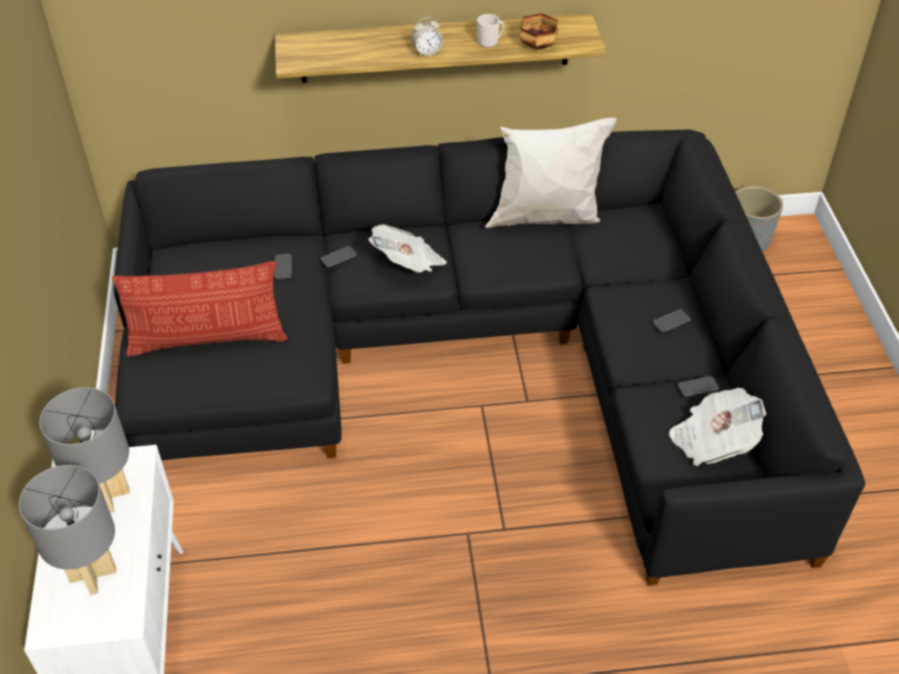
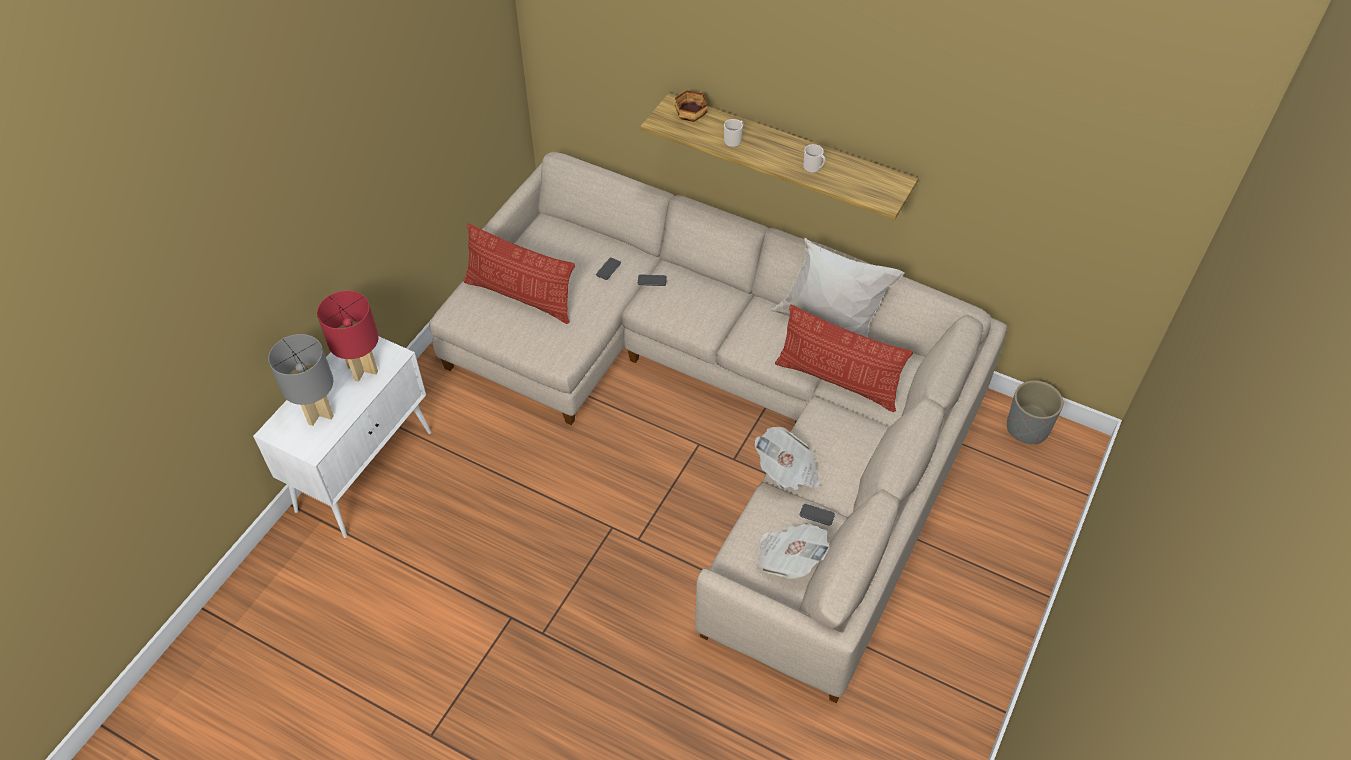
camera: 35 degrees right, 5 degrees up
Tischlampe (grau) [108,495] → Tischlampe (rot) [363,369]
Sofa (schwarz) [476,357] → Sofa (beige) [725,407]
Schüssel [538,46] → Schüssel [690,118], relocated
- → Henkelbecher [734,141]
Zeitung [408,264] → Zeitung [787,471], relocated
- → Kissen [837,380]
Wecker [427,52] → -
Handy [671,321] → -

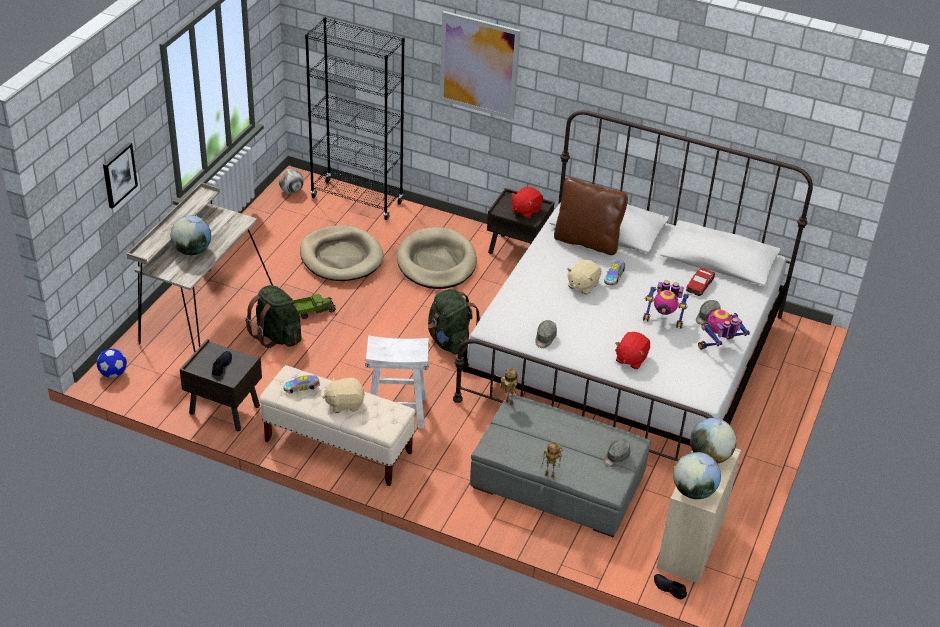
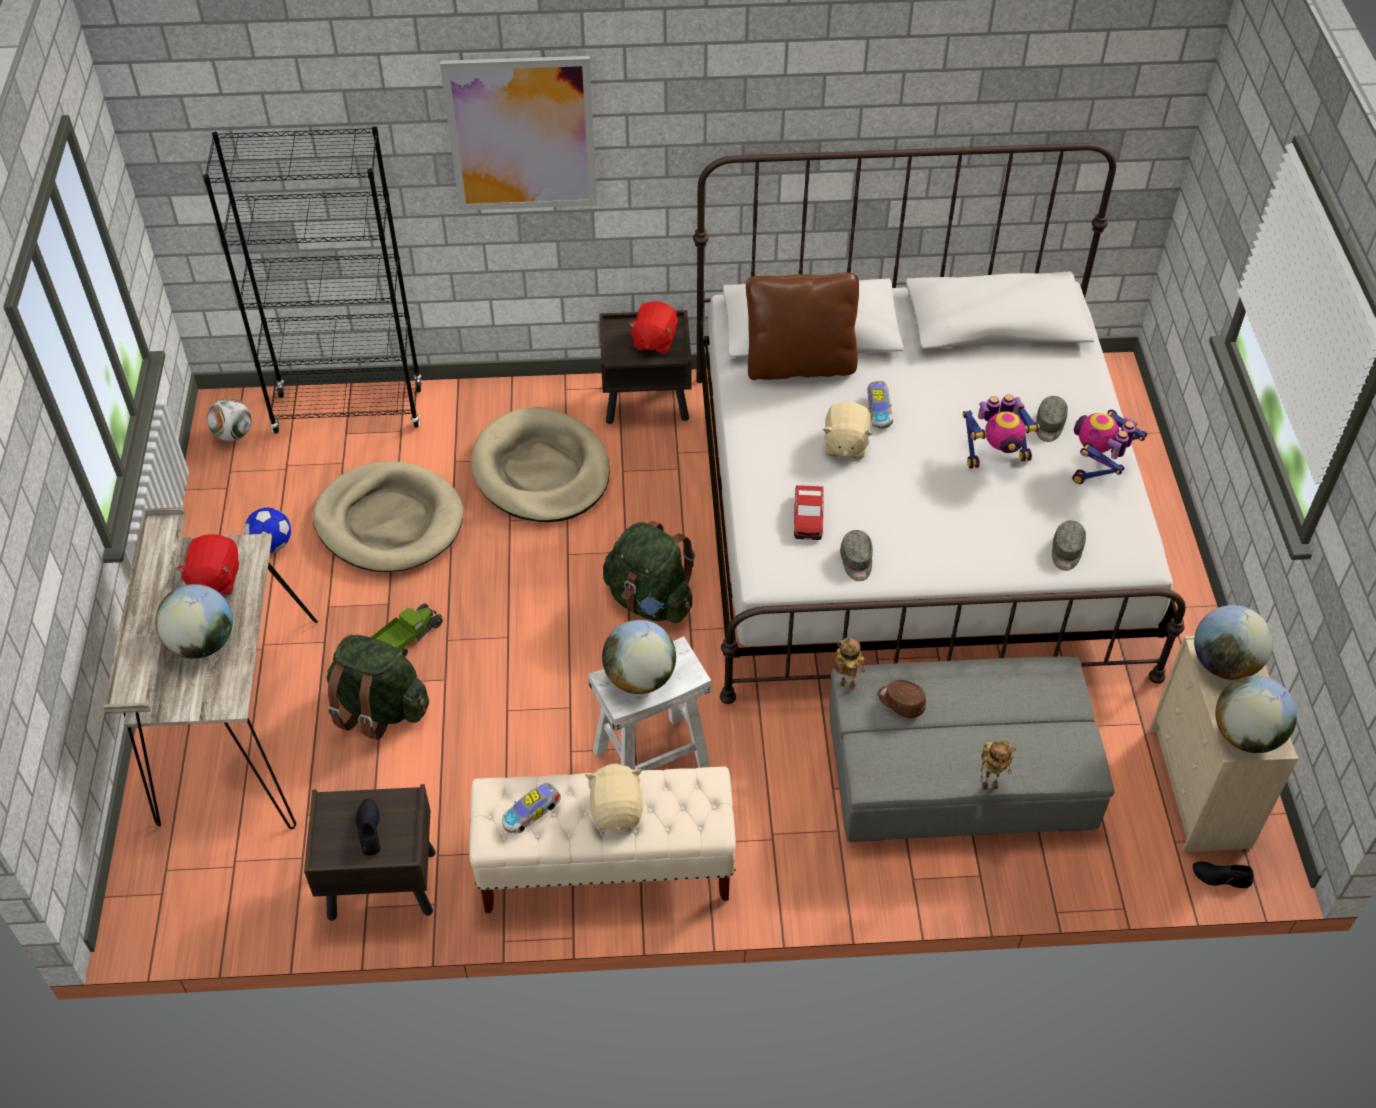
camera: 25 degrees left, 10 degrees up
Plüschtier (rot) [631,359] → Plüschtier (rot) [215,579], relocated
Fußball [113,374] → Fußball [272,544], relocated
Plüschtier (beige) [344,404] → Plüschtier (beige) [617,810], 120 degrees clockwise
- → Globus [640,678]
Spielzeugauto [699,285] → Spielzeugauto [808,517], relocated
- → Kappe (braun) [900,702]
Kappe (grau) [616,457] → Kappe (grau) [1066,552], relocated
Bild [119,174] → -

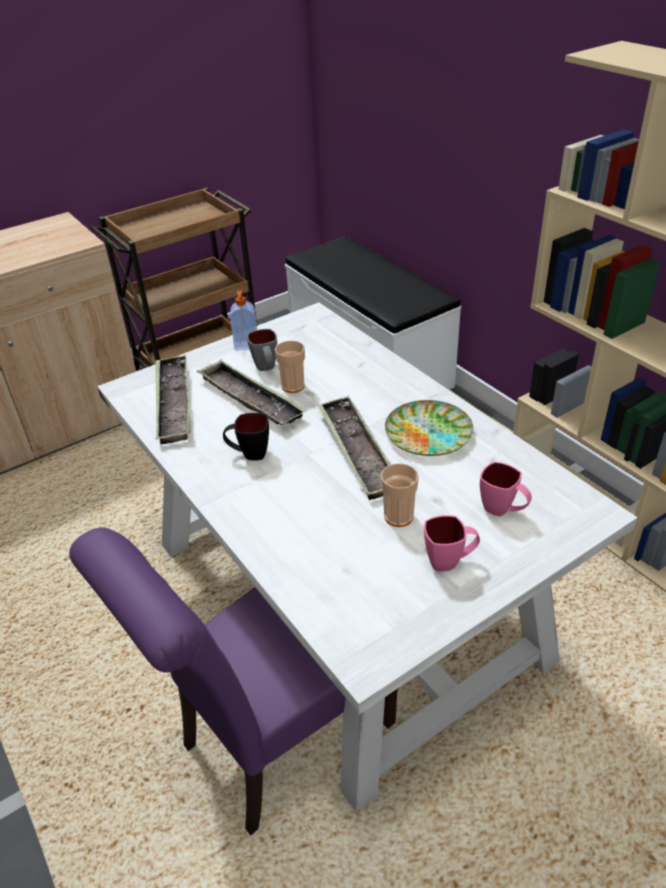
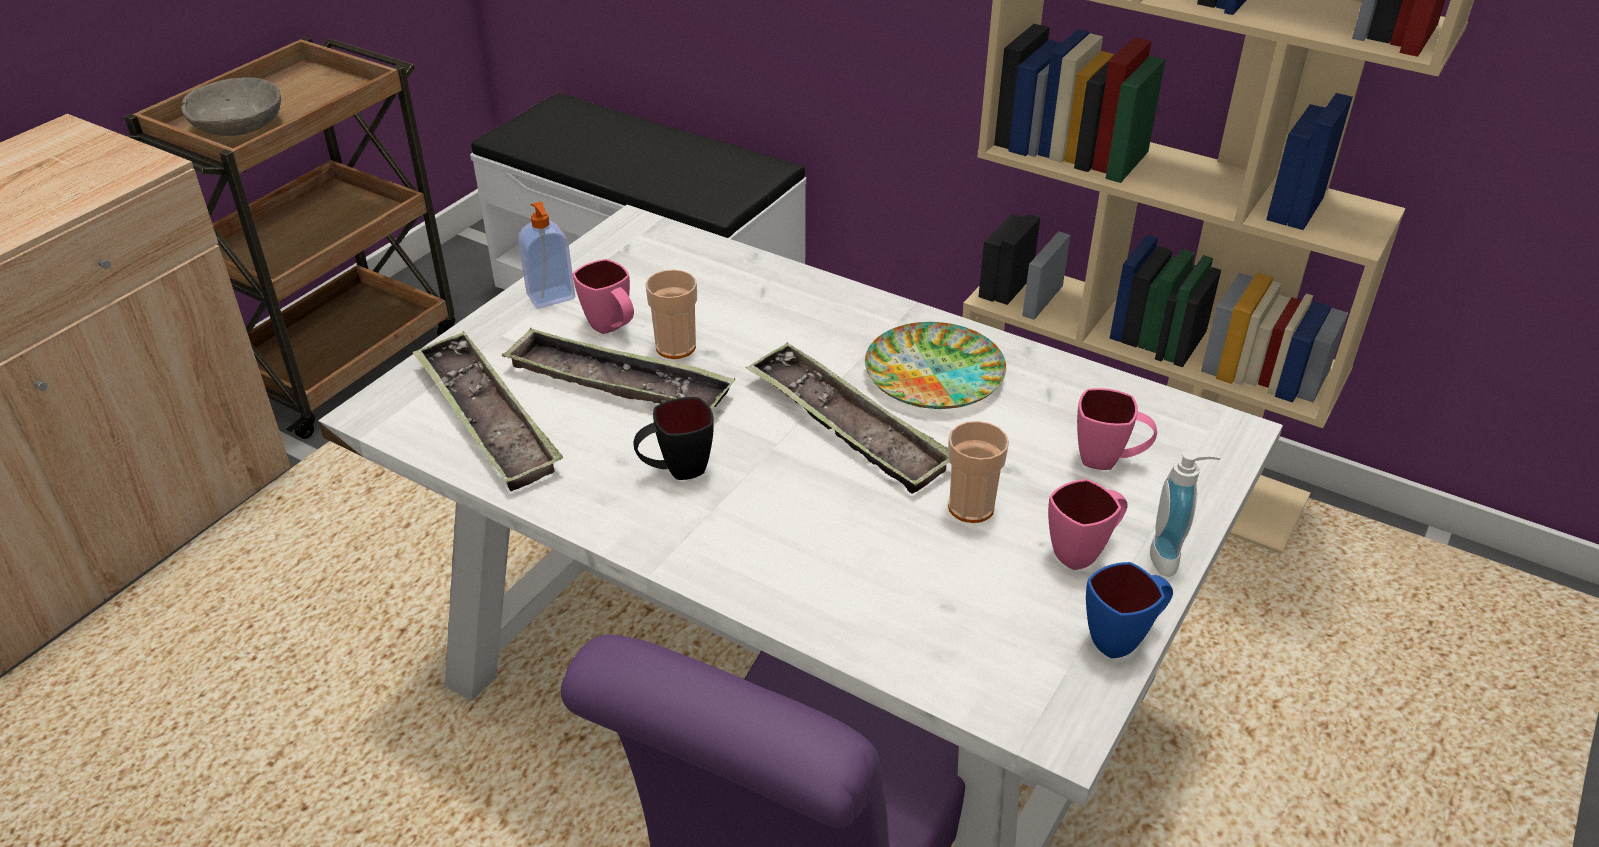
camera: 25 degrees left, 0 degrees up
- → Schüssel (grau) [239,127]
Henkelbecher (grau) [266,369] → Henkelbecher (rosa) [612,328]
- → Henkelbecher (blau) [1124,638]
- → Seifenspender [1171,557]

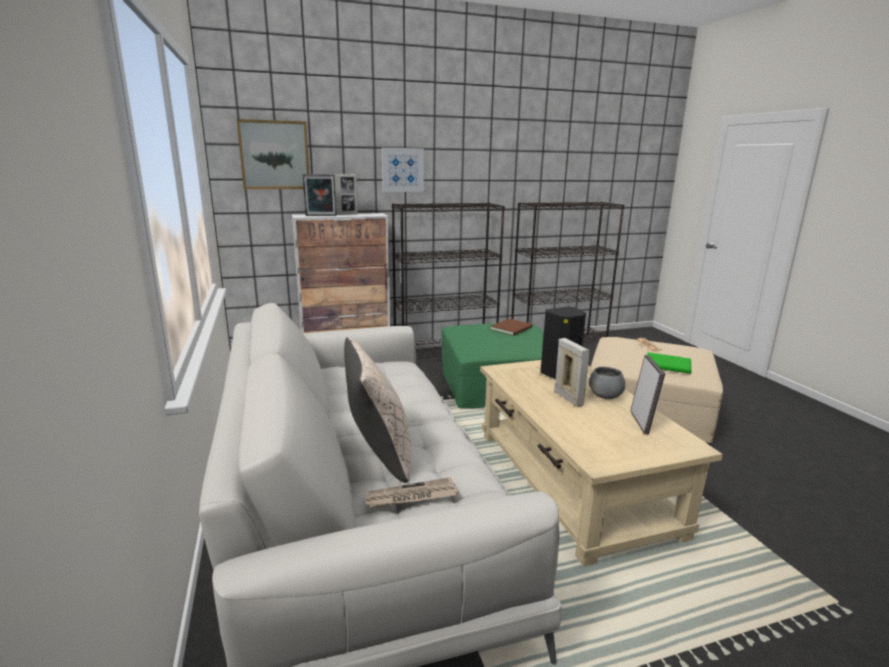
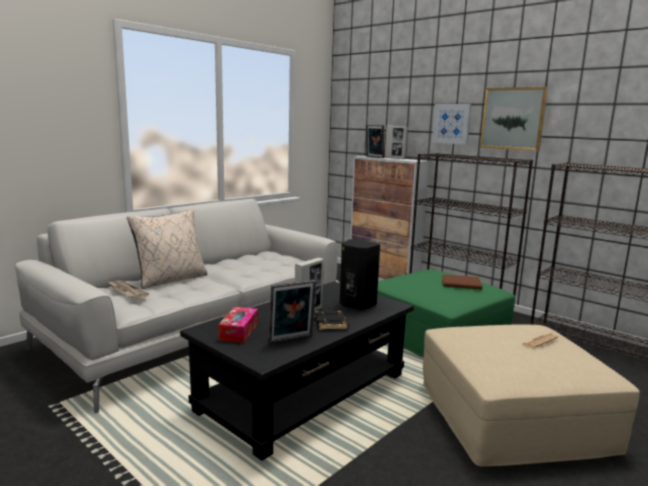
camera: 60 degrees right, 5 degrees down
Couchtisch (beige) [571,480] → Couchtisch (schwarz) [305,391]
- → Taschentuchbox [239,331]
Schüssel (grau) [605,396] → Buch (schwarz) [331,323]
Bild [274,155] → Bild [513,118], relocated
Buch (grün) [669,365] → -

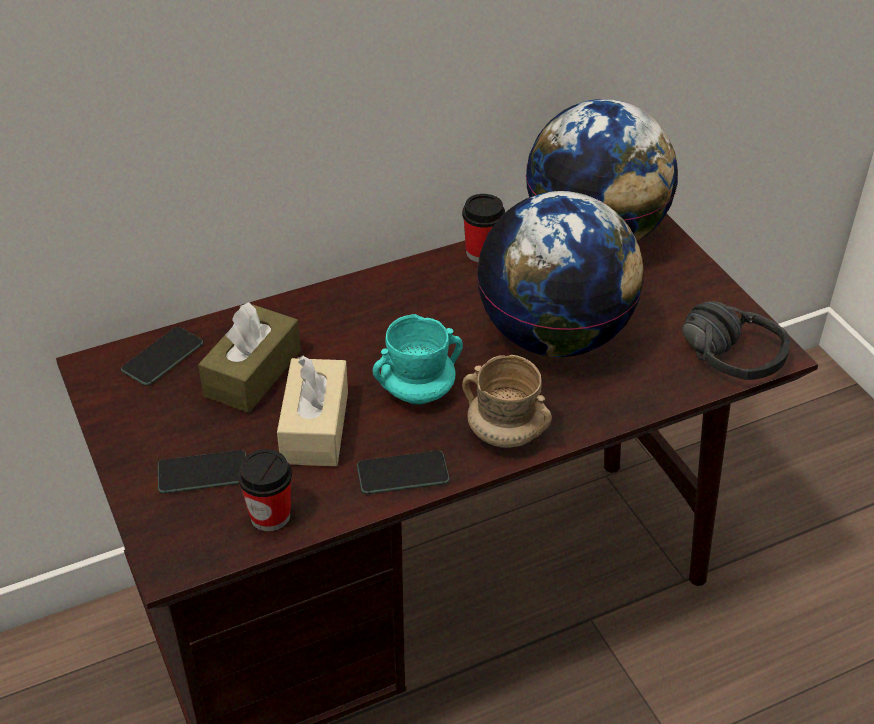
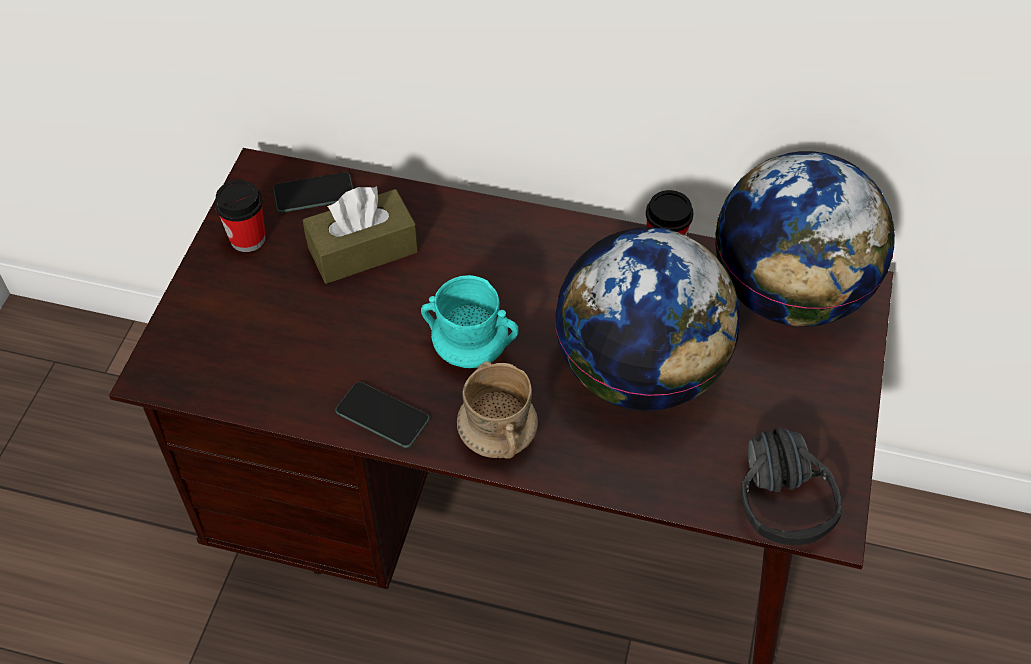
camera: 40 degrees right, 10 degrees up
Tasse [270,515] → Tasse [248,238], relocated
Handy [203,473] → -
Taschentuchbox (beige) [315,427] → -

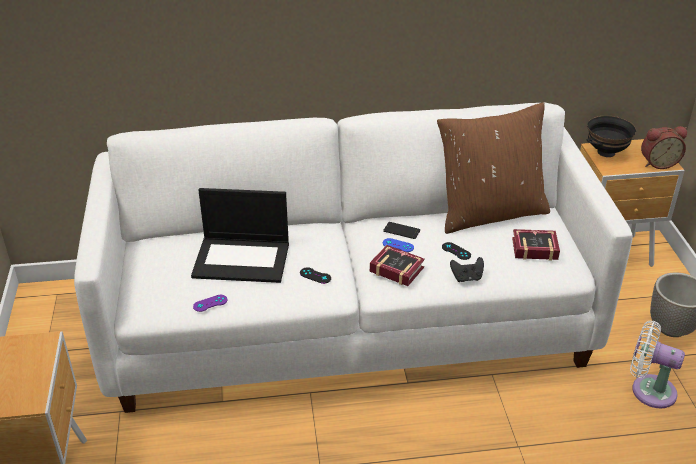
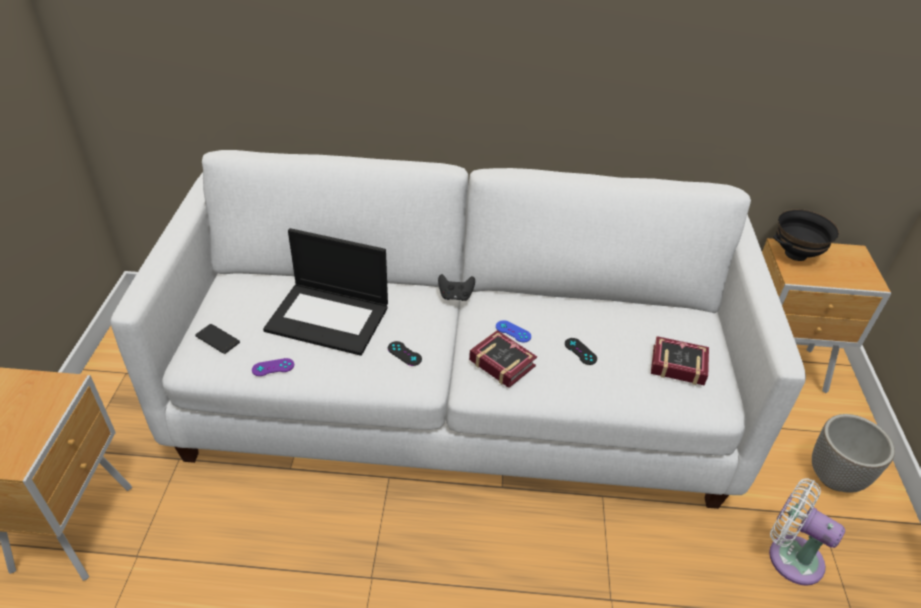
camera: 10 degrees right, 5 degrees up
Handy [401,231] → Handy [217,339], relocated
Gamepad (schwarz) [467,278] → Gamepad (schwarz) [455,296], relocated
Kissen (braun) [490,213] → -
Wecker [658,163] → -

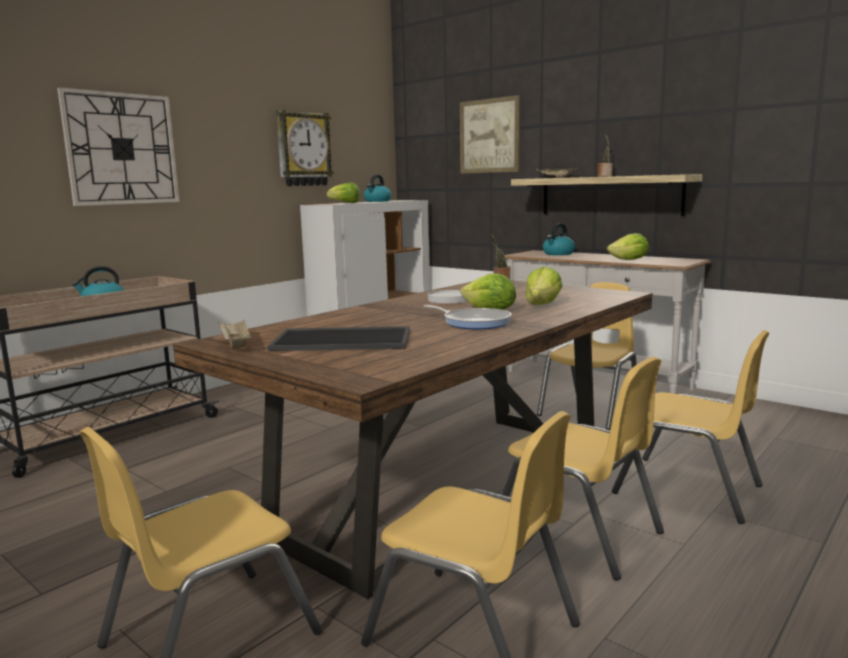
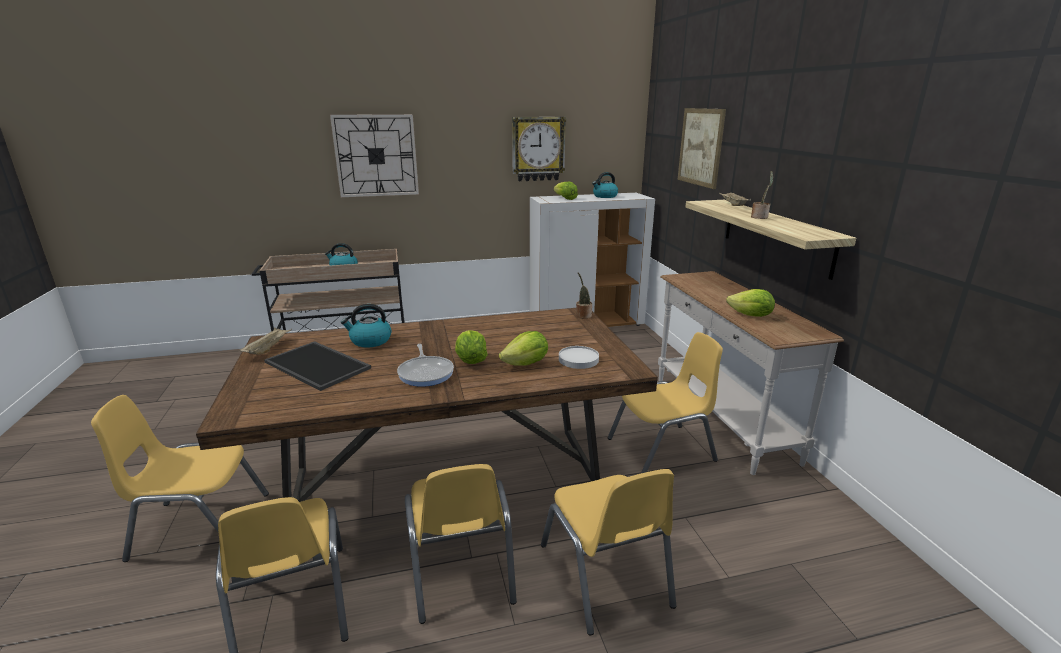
camera: 35 degrees right, 10 degrees up
Wasserkessel [558,254] → Wasserkessel [370,341], relocated
Teller (weiß) [448,299] → Teller (weiß) [578,359], relocated

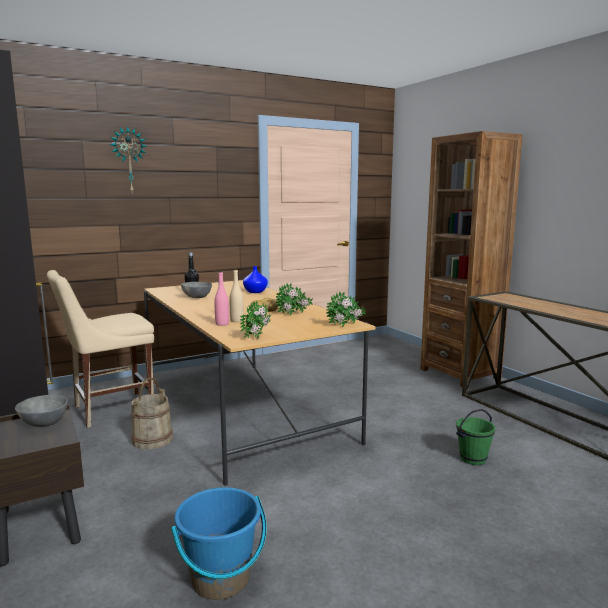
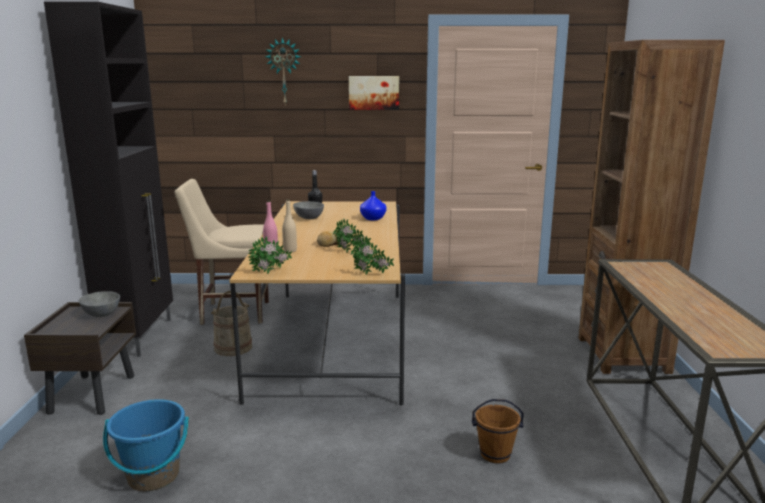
camera: 30 degrees right, 5 degrees up
- → Bild [374,92]
Eimer (grün) [473,459] → Eimer (braun) [495,455]

